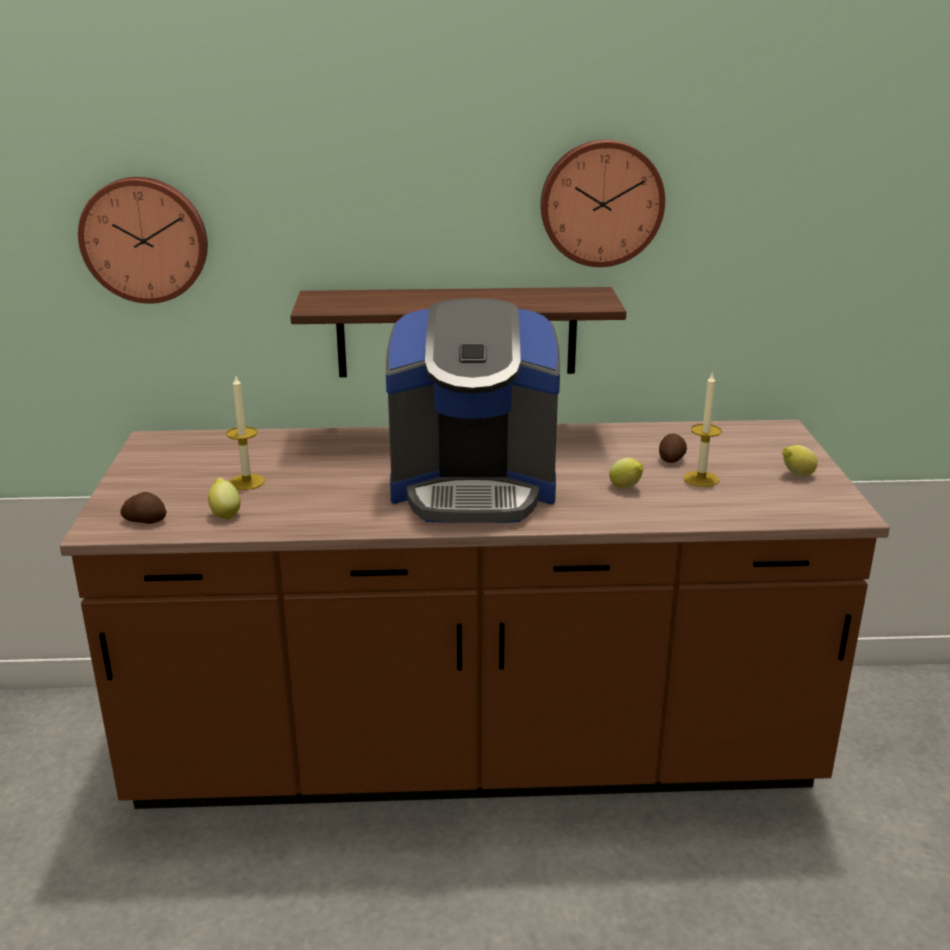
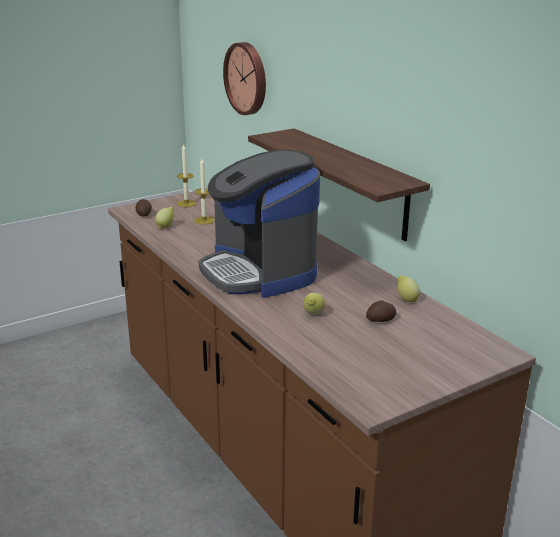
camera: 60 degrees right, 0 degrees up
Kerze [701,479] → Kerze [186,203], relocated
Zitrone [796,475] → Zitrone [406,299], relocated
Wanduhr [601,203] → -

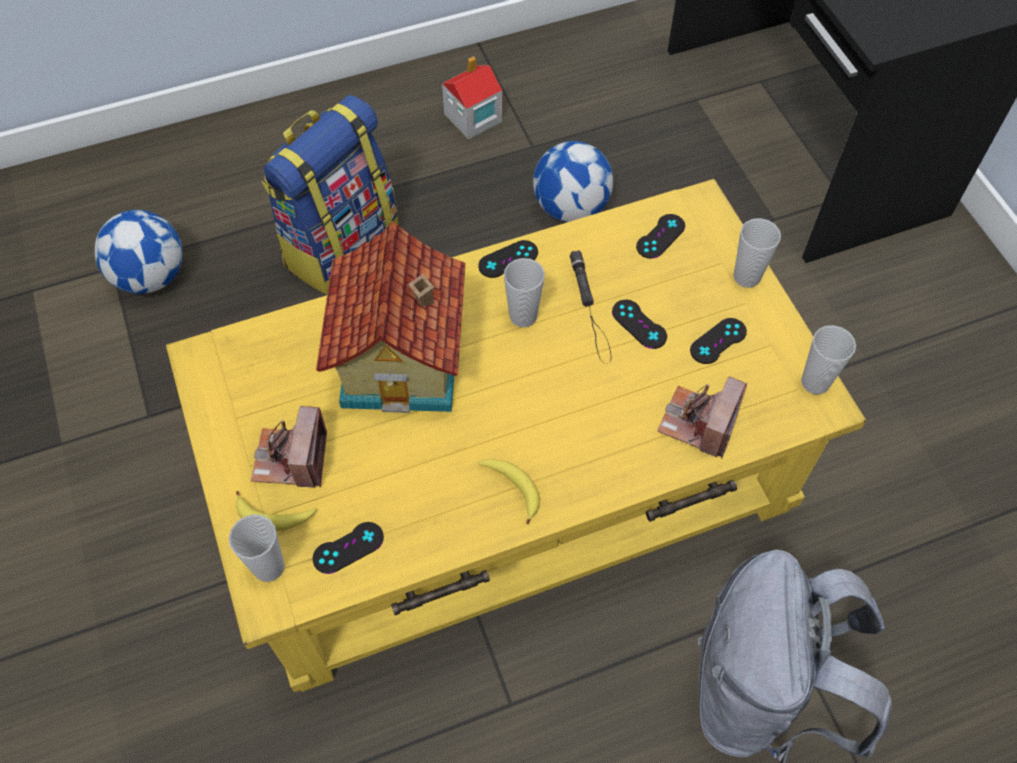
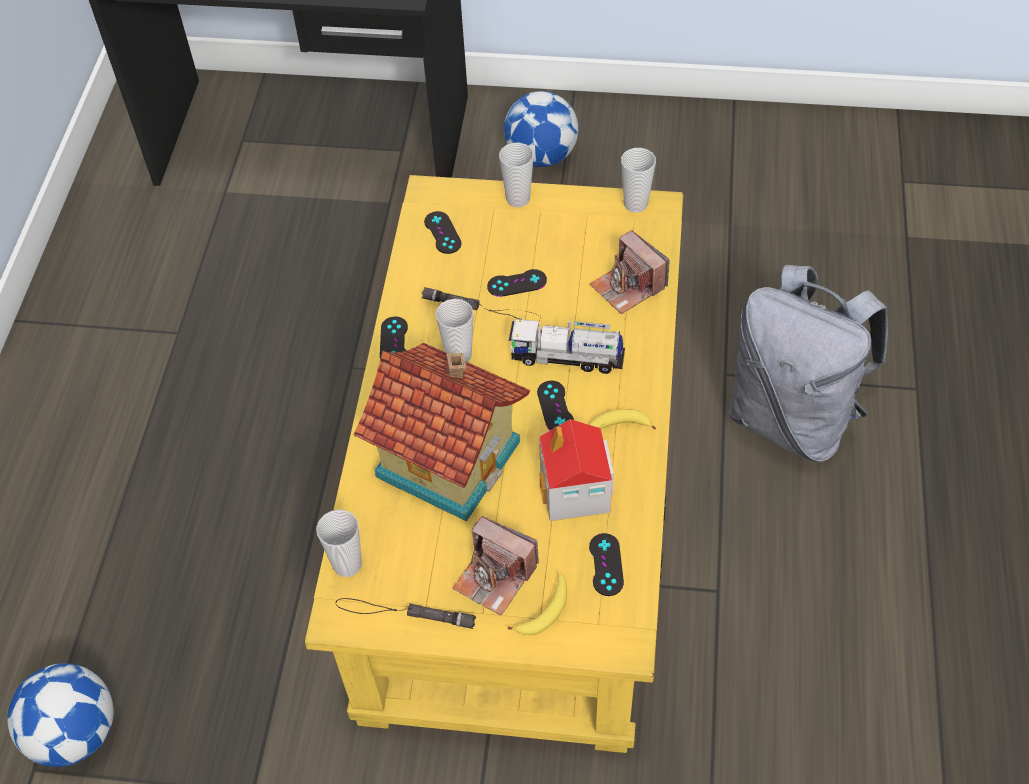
camera: 60 degrees left, 5 degrees down
Tasse [269,567] → Tasse [347,564], relocated
- → Taschenlampe (schwarz) [404,613]
Fußball [570,207] → Fußball [541,156], relocated
- → Spielzeuglaster [567,357]
Gamepad (schwarz) [718,341] → Gamepad (schwarz) [555,407], relocated
Spielzeughaus [472,118] → Spielzeughaus [575,492], relocated
Rucksack [341,245] → -

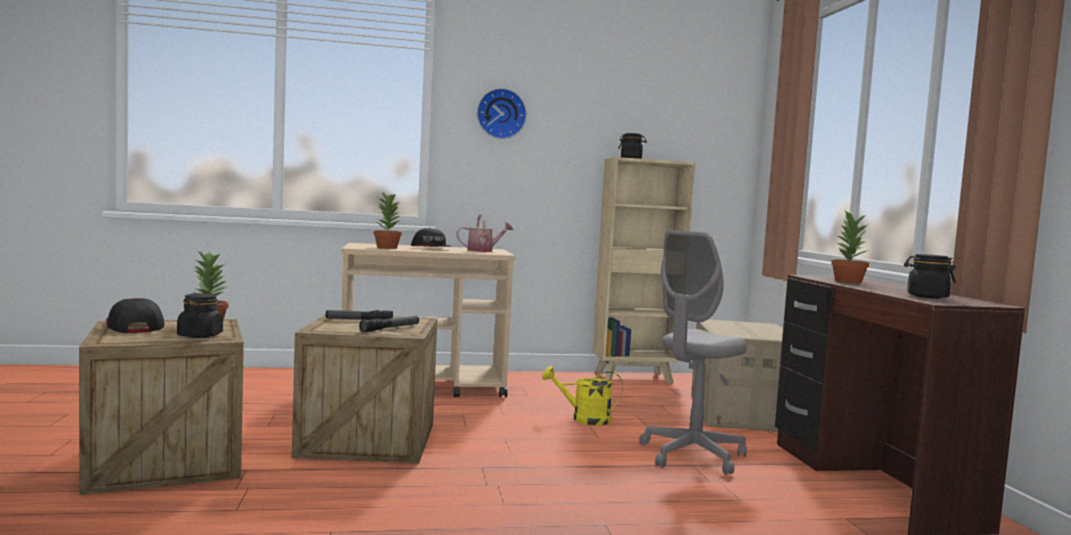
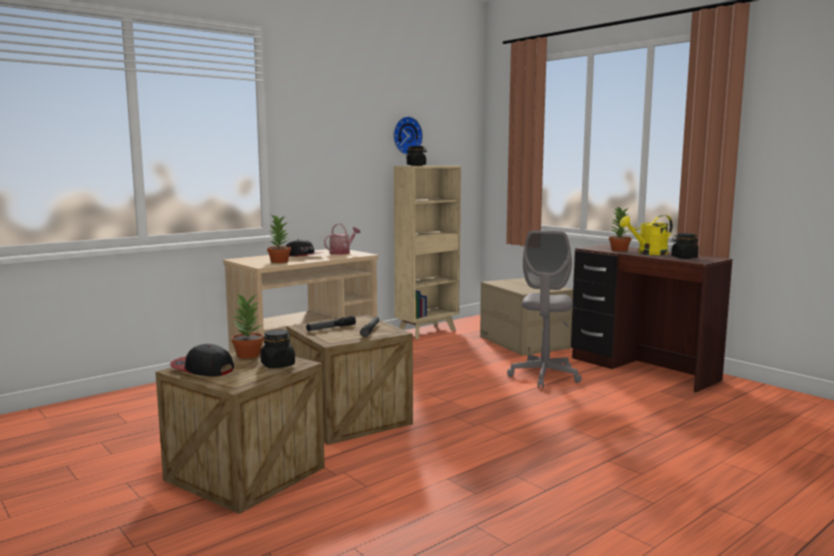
camera: 30 degrees left, 5 degrees up
Wanduhr [501,114] → Wanduhr [406,135], relocated
Gießkanne (gelb) [584,419] → Gießkanne (gelb) [648,253], relocated

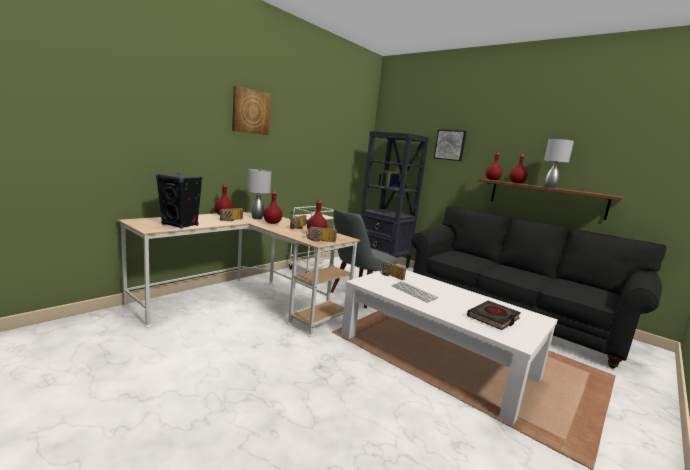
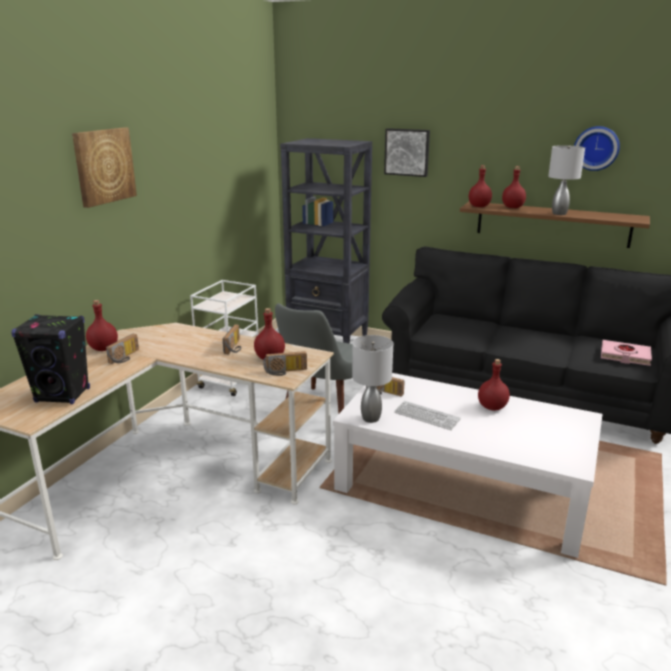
camera: 15 degrees left, 10 degrees up
Tischlampe (grau) [257,218] → Tischlampe (grau) [370,418], relocated
Flasche (rot) [272,223] → Flasche (rot) [492,407], relocated
- → Wanduhr [596,148]
- → Buch (rosa) [625,356]
Buch (schwarz) [493,318] → -

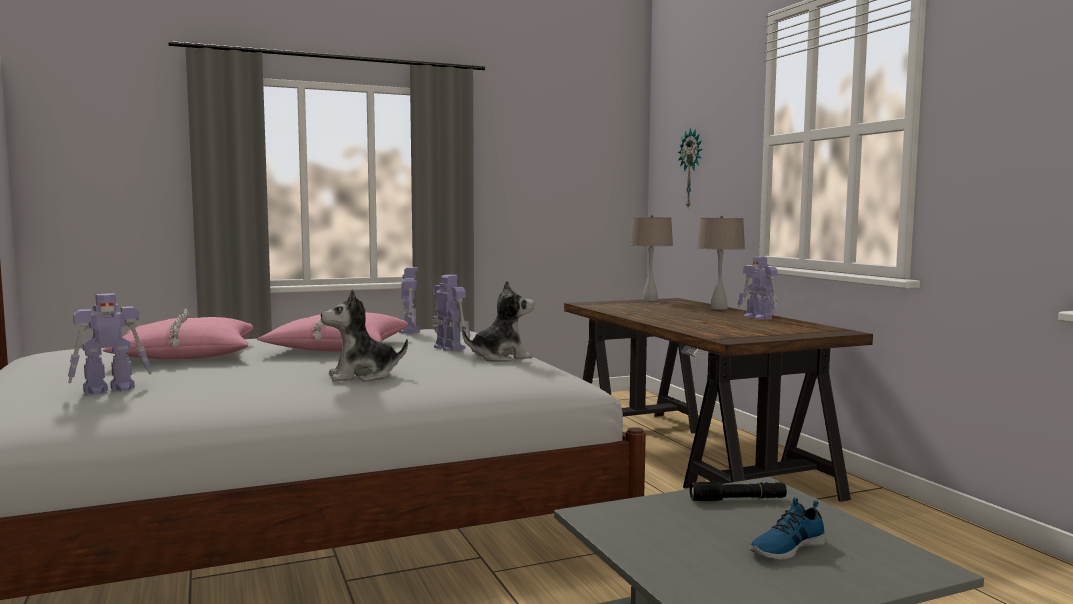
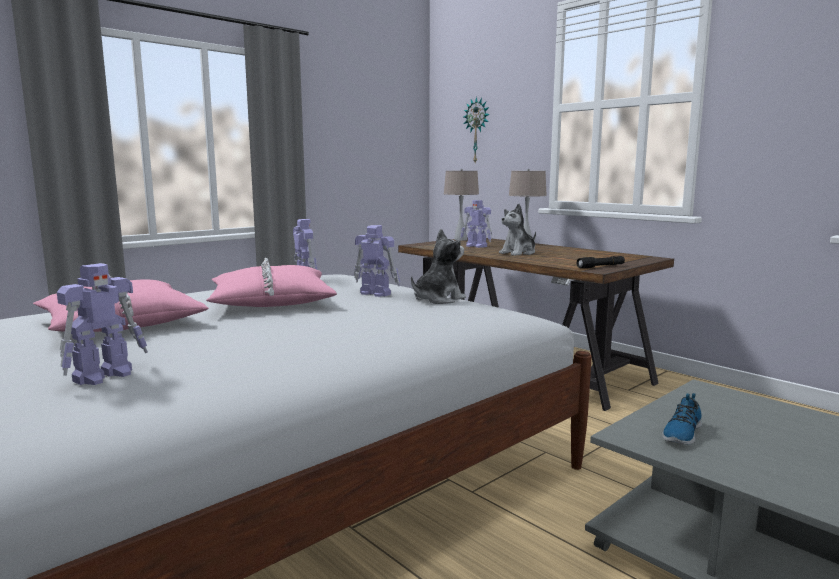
camera: 20 degrees left, 5 degrees up
Spielzeugroboter [758,318] → Spielzeugroboter [476,246], relocated
Plüschtier [362,376] → Plüschtier [518,253], relocated
Taschenlampe (schwarz) [738,500] → Taschenlampe (schwarz) [601,266], relocated
Schuh [786,547] → Schuh [681,433], relocated

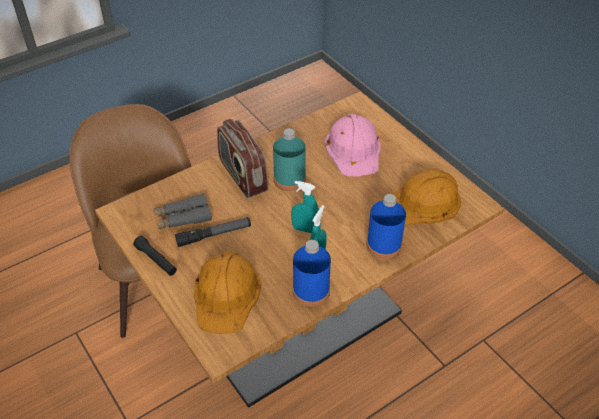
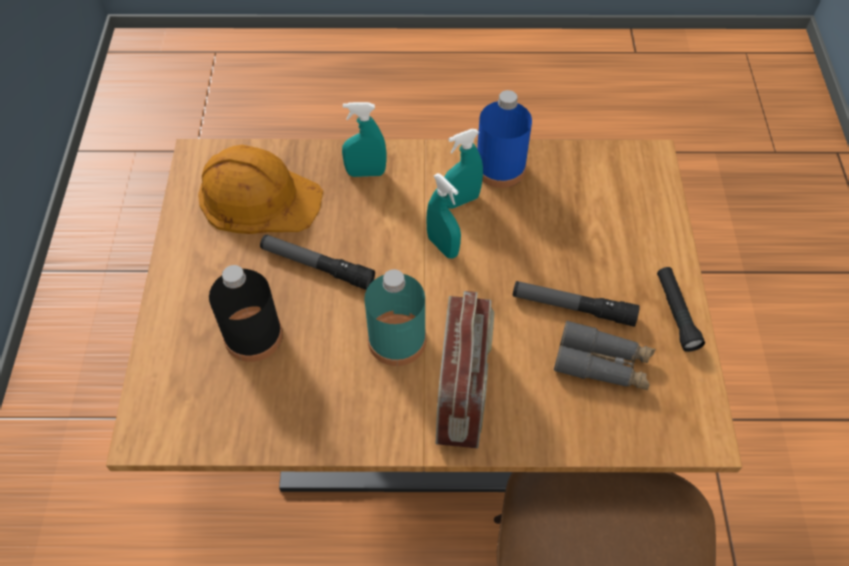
camera: 145 degrees left, 10 degrees up
Schutzhelm (rosa) [354,150] → Flasche (schwarz) [253,336]
- → Taschenlampe [317,266]
Flasche (blau) [384,245] → Sprühflasche (türkis) [366,173]
Schutzhelm (orange) [226,295] → -

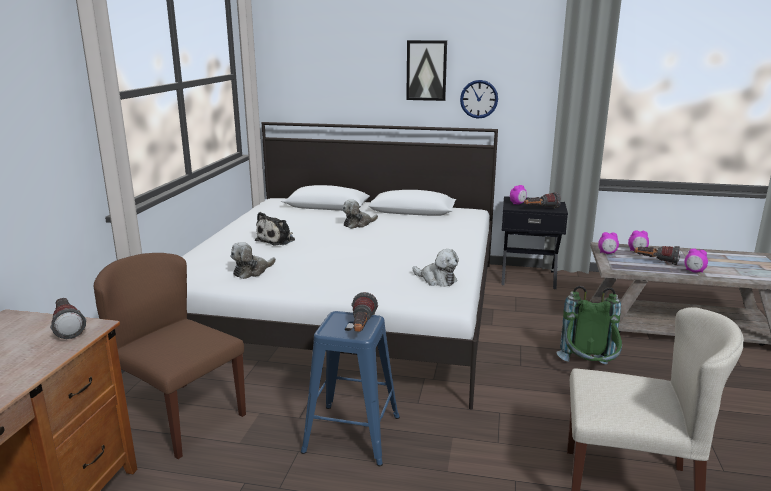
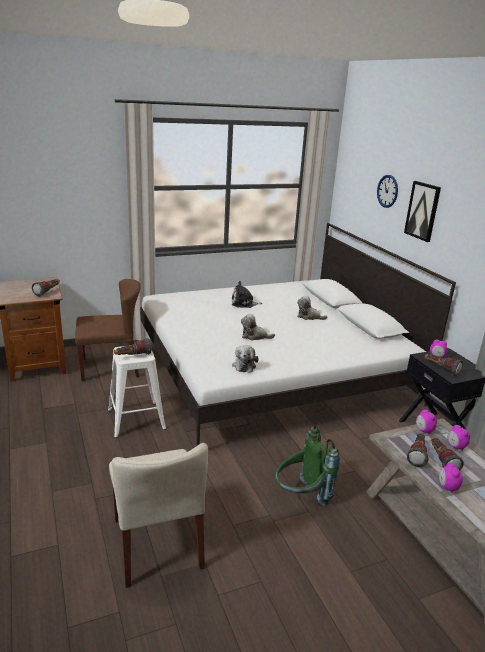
camera: 55 degrees right, 5 degrees up
Stuhl (braun) [179,418] → Stuhl (braun) [110,367], 75 degrees clockwise
Hocker (blau) [351,433] → Hocker (weiß) [137,418]
Plüschtier [252,271] → Plüschtier [254,336], relocated
Wanduhr [479,99] → Wanduhr [387,191], relocated
- → Taschenlampe [417,455]

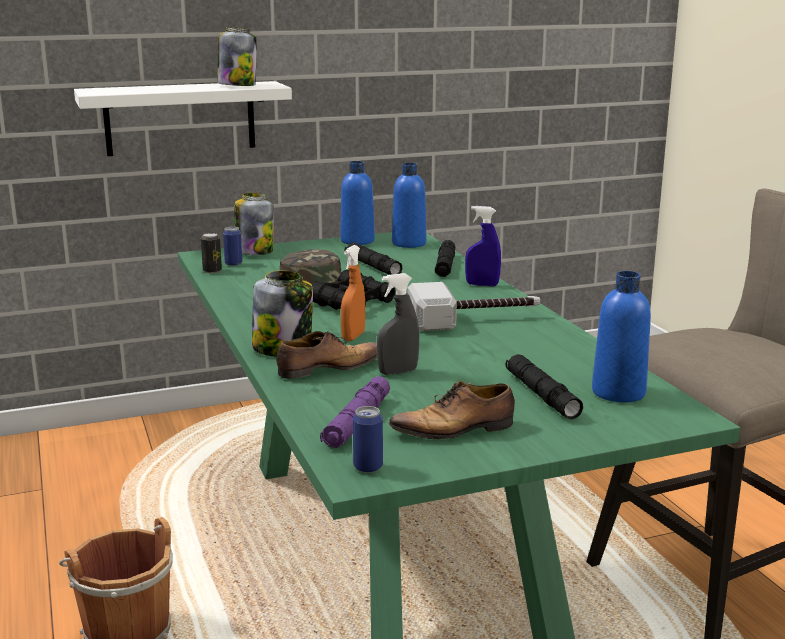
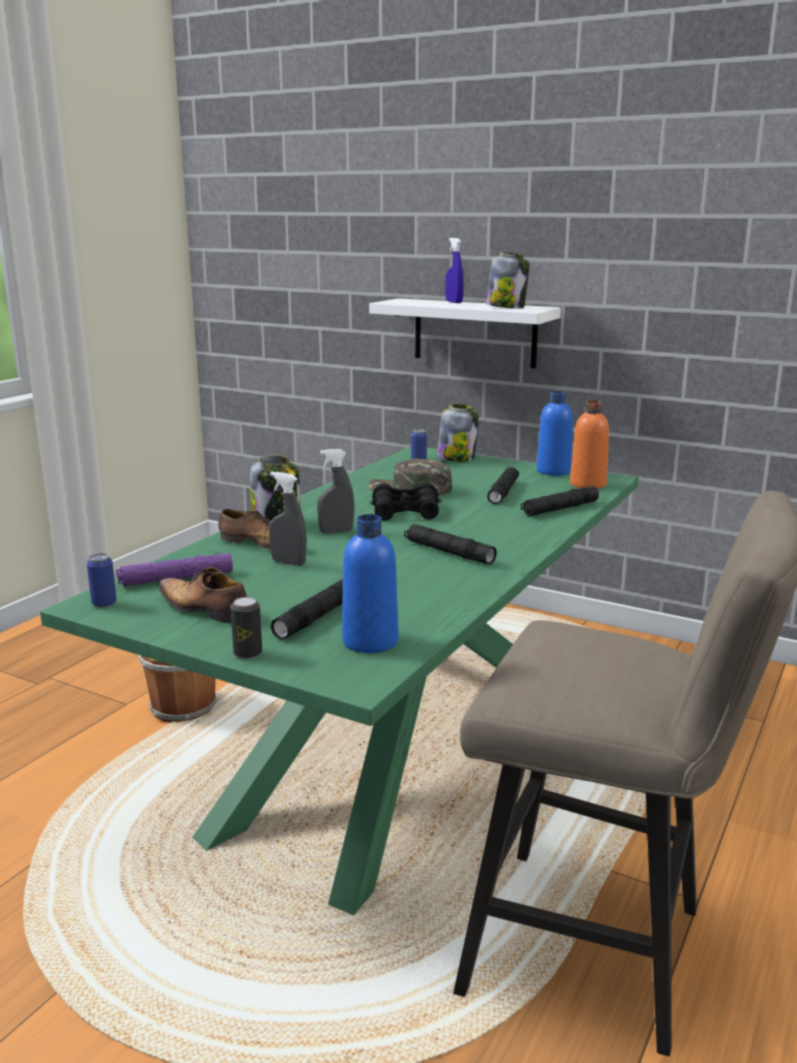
camera: 50 degrees right, 0 degrees up
Dose [212,271] → Dose [248,653], relocated
Sprühflasche (orange) [353,336] → Sprühflasche (grau) [336,532]
Hammer [475,319] → Taschenlampe (schwarz) [449,552]
Sprühflasche (blau) [482,285] → Sprühflasche (blau) [454,302], relocated
Flasche (blau) [409,243] → Flasche (orange) [588,484]

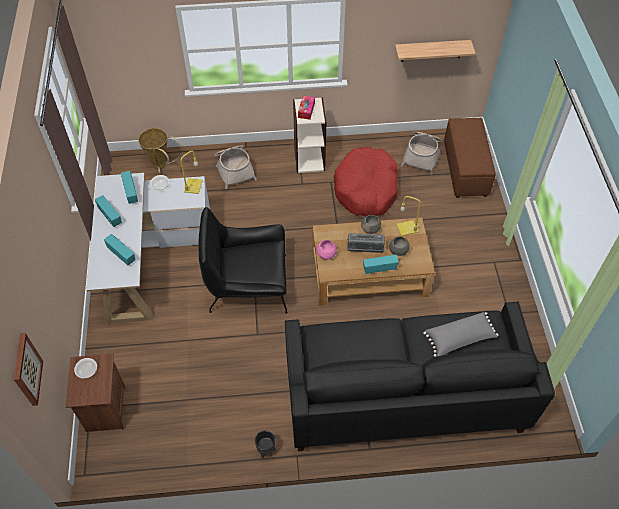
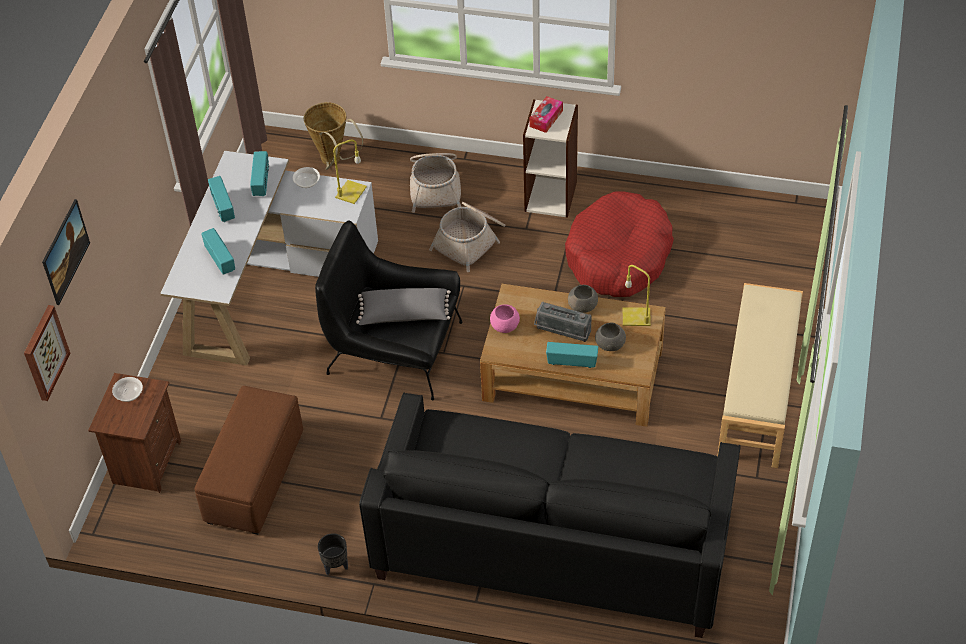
camera: 20 degrees right, 5 degrees down
- → Bild [69,262]
Polsterhocker (braun) [465,169] → Polsterhocker (braun) [255,477], relocated
Kissen (grau) [459,339] → Kissen (grau) [404,315], relocated
Korb [422,155] → Korb [470,241], relocated
- → Bank (beige) [758,393]
Wandregal [431,50] → -

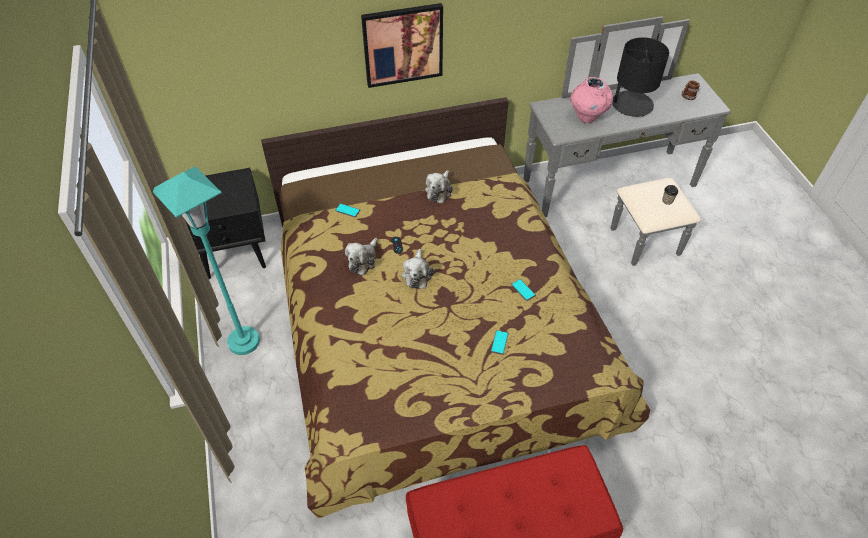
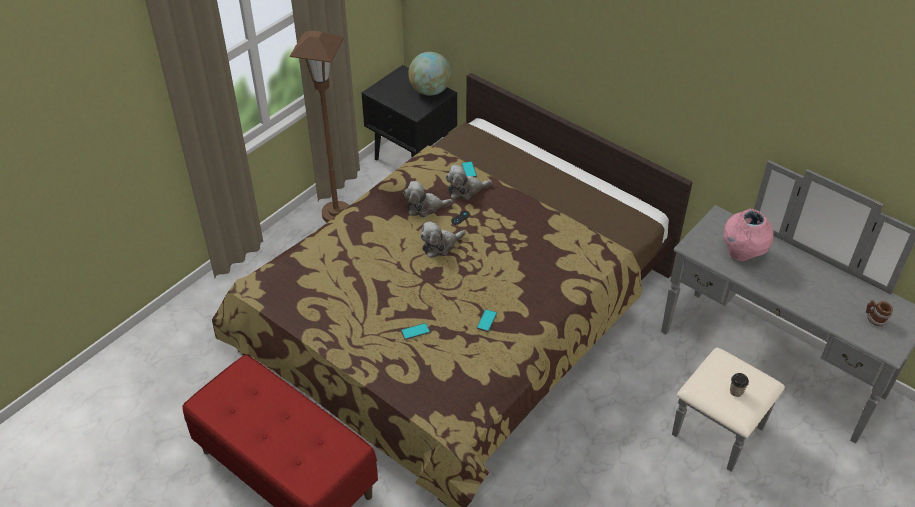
camera: 55 degrees right, 5 degrees down
Stehlampe (türkis) [243,342] → Stehlampe (braun) [336,214]
- → Globus [430,91]
Plüschtier [439,191] → Plüschtier [465,190], relocated
Bild [403,45] → -
Tischlampe (schwarz) [631,104] → -

